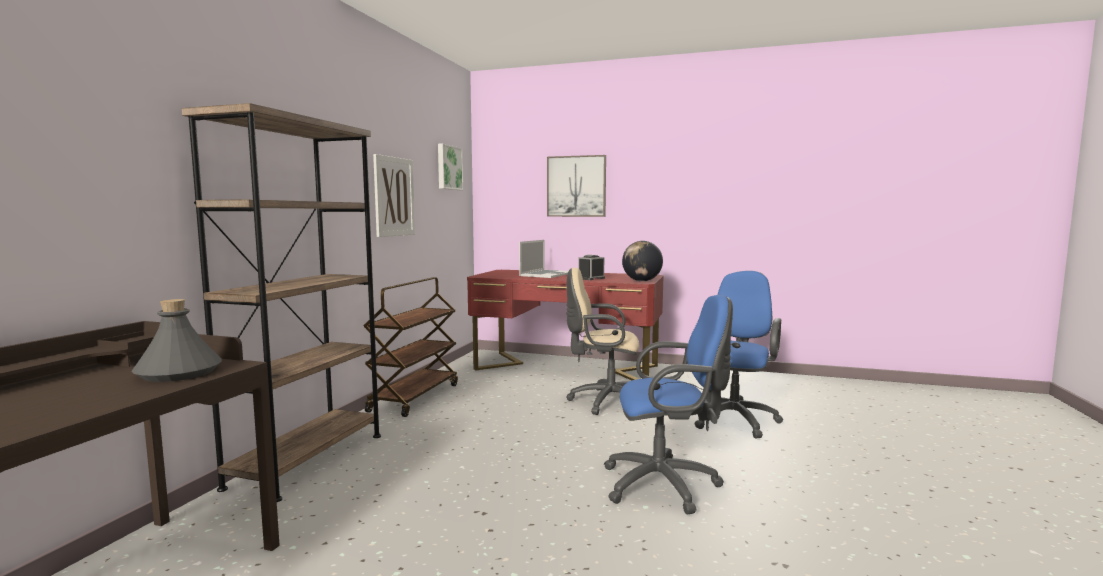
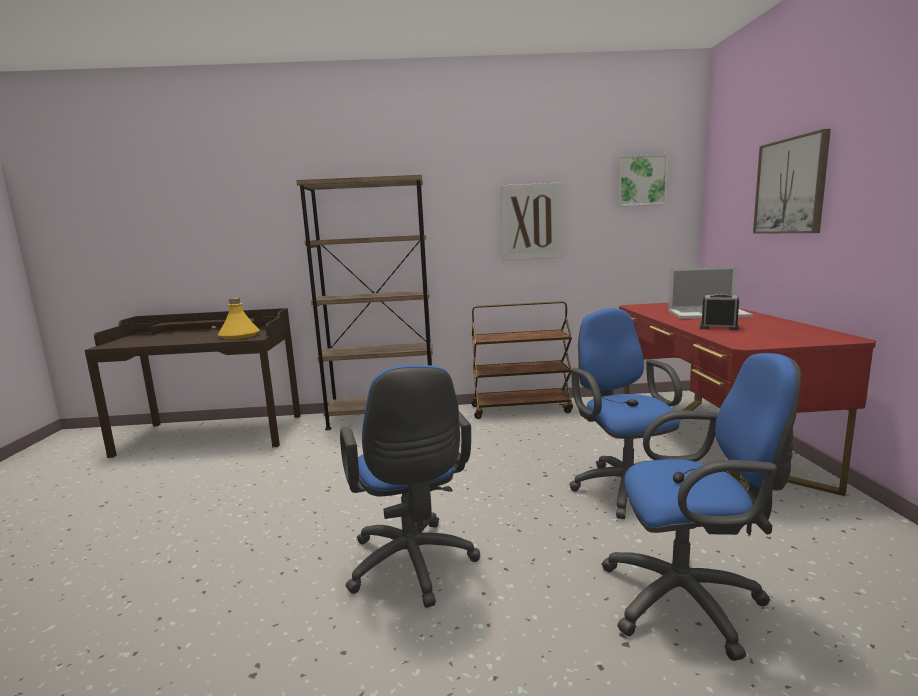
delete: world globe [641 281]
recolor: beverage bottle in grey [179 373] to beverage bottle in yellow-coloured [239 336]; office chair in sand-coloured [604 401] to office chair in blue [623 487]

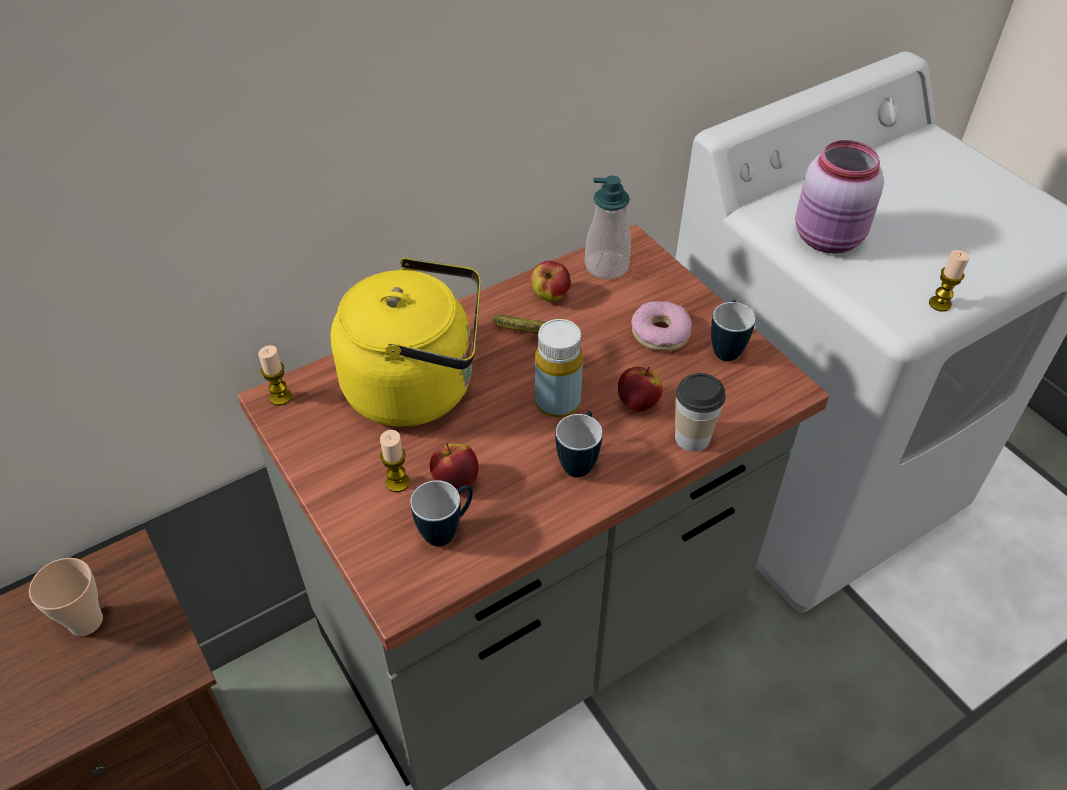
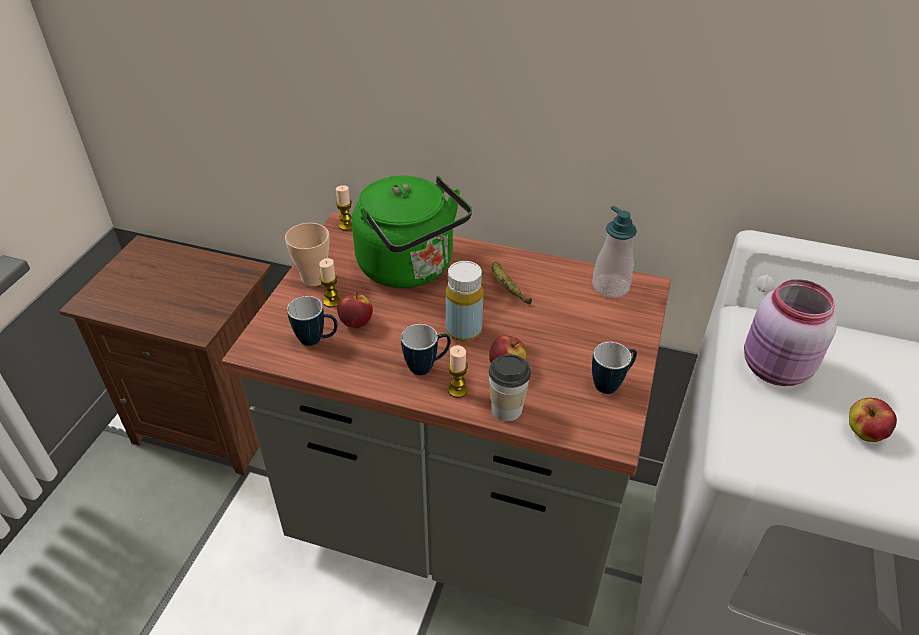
delete: doughnut [660 333]
move: drinking cup [86 621] to [313 278]; whole apple [550 296] to [864 433]; wax light [940 304] to [457 390]
recolor: tea kettle in yellow-coloured [418 386] to tea kettle in green [410 268]

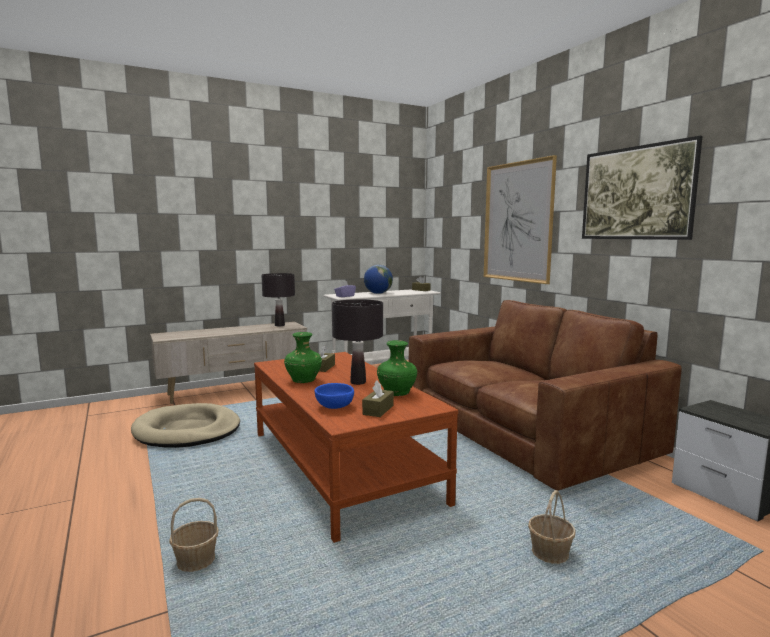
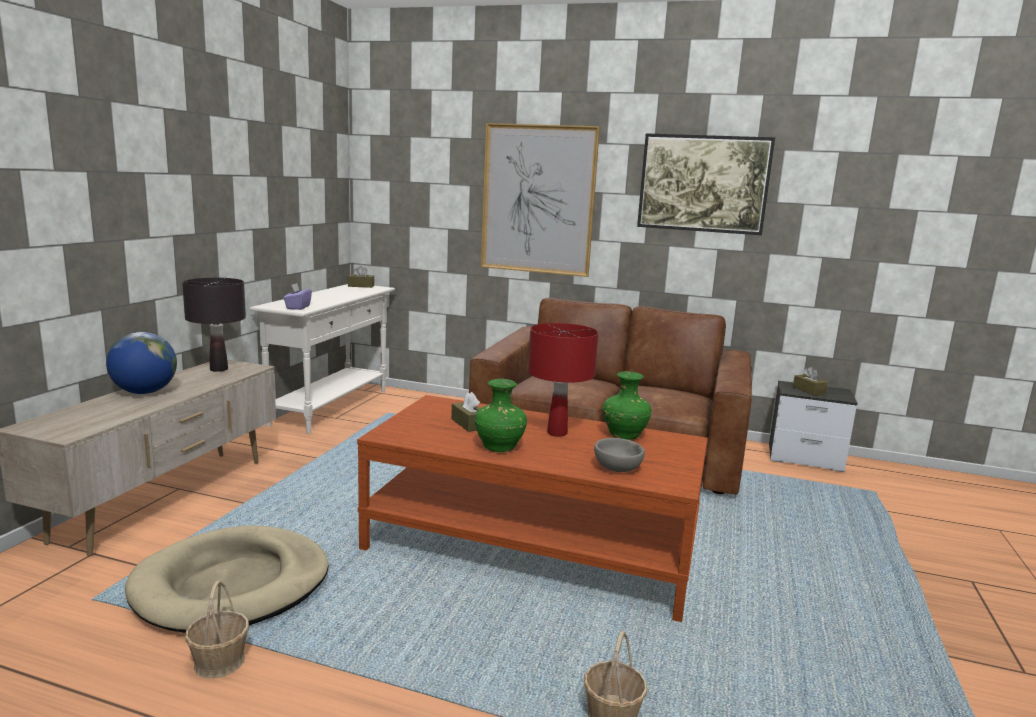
move: tissue holder in brown-coloured [378 410] to [808 390]; world globe [378 293] to [145 392]; household basket [549 553] to [219 661]
recolor: bowl in blue [334 406] to bowl in grey [616 468]; lamp for a table in black [358 382] to lamp for a table in red [557 433]

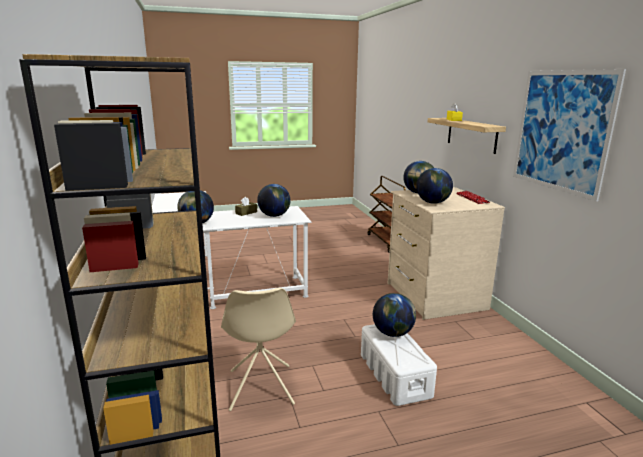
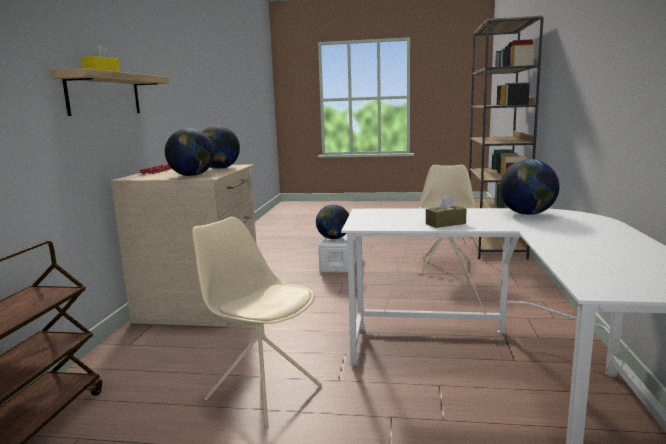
delete: world globe [274 215]; picture [561 131]
insert: plain chair in sand-coloured [262 392]

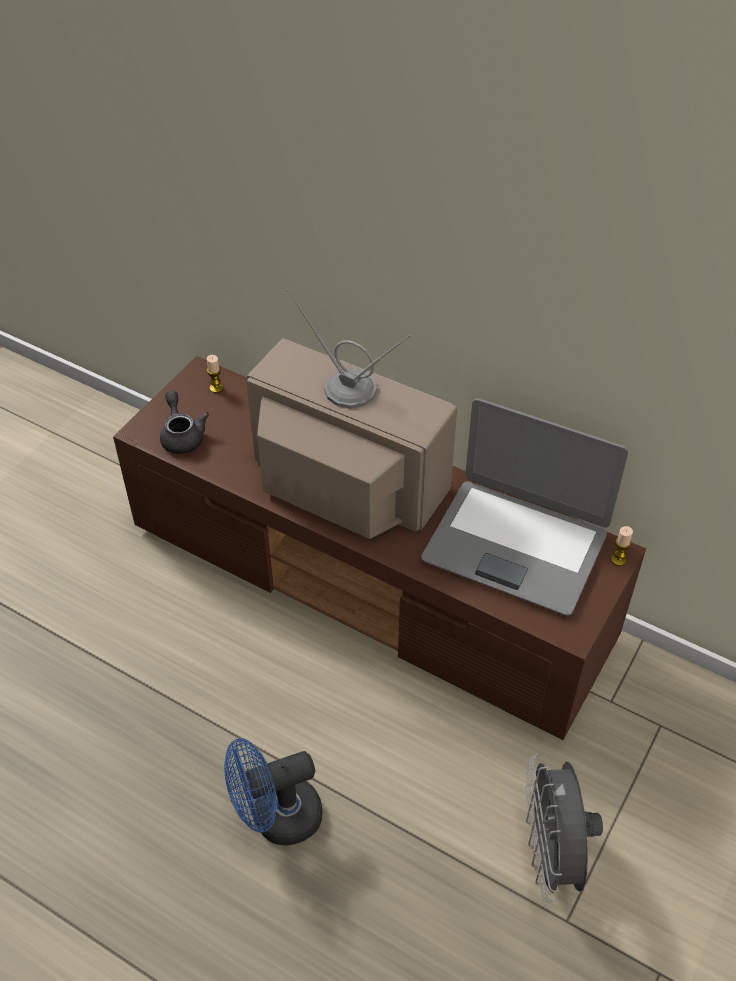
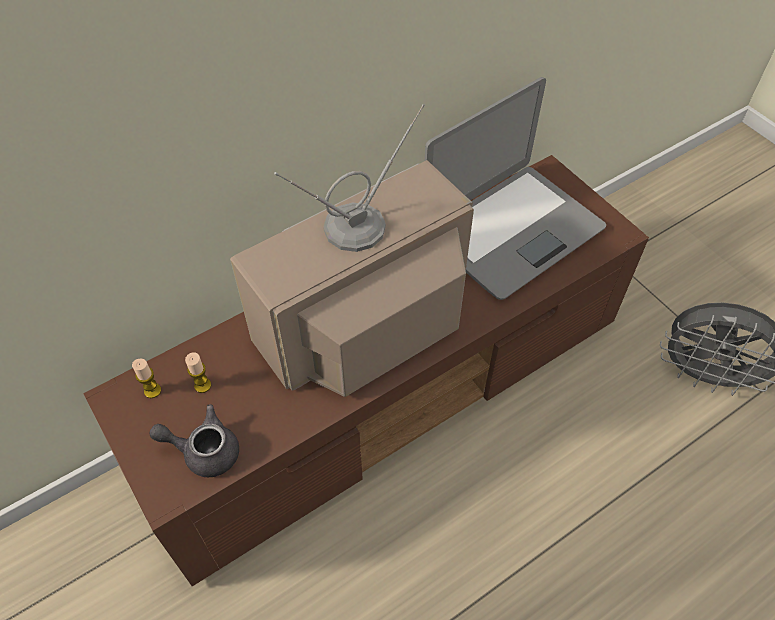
delete: electric fan in blue [276 818]
move: wax light [618 559] to [202 385]

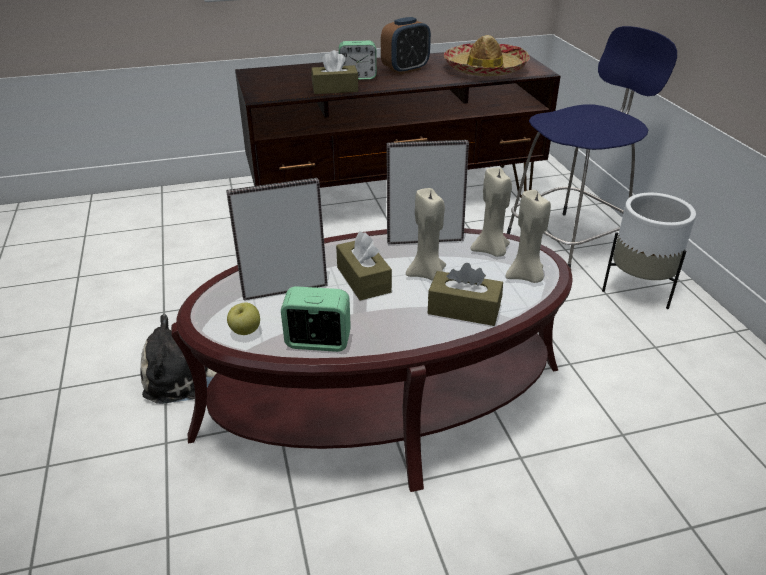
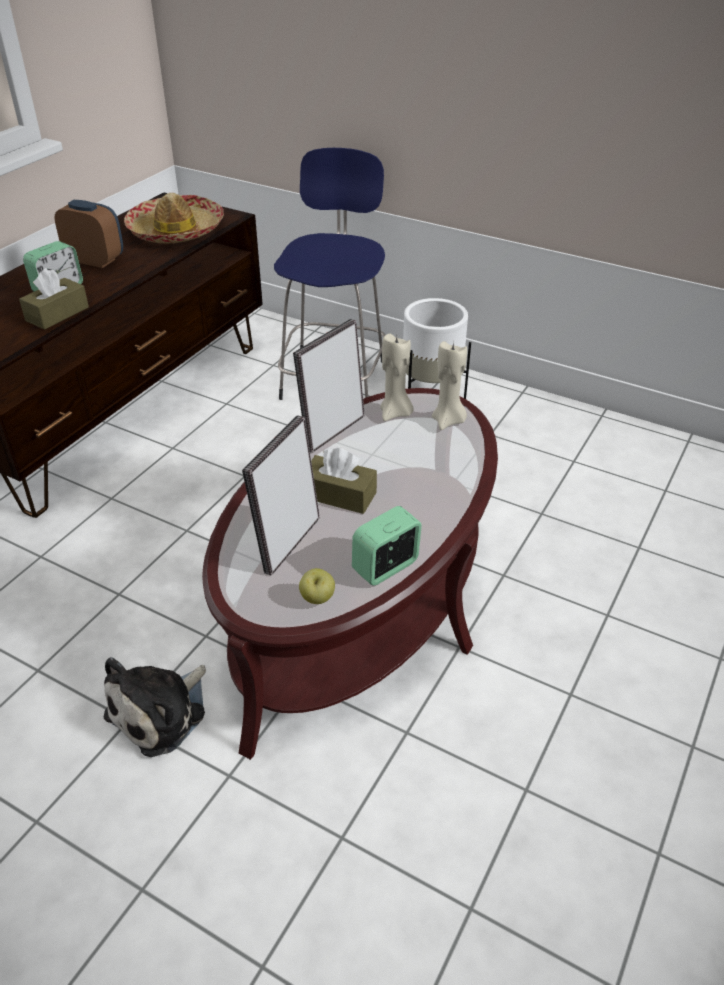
delete: wax light in sand-coloured [427 274]; tissue holder in brown-coloured [464 309]
rotate: table clock [405 69] = [95 261] 75 degrees counterclockwise

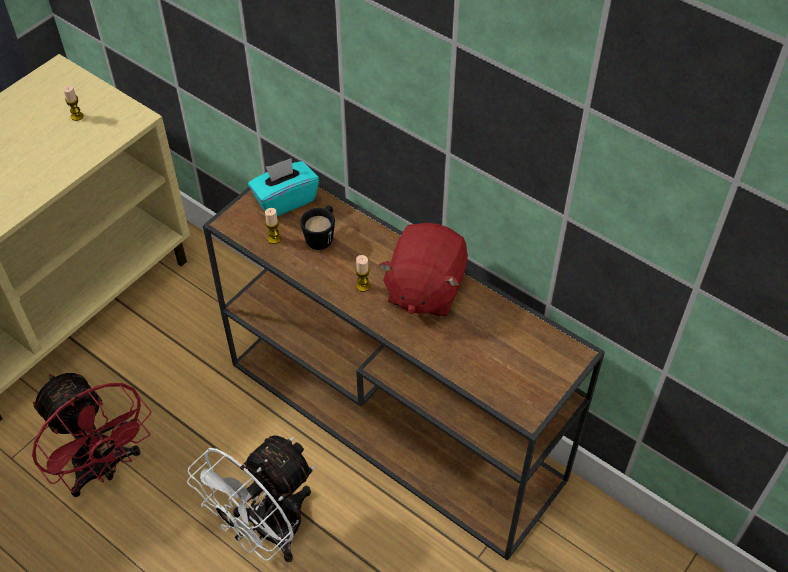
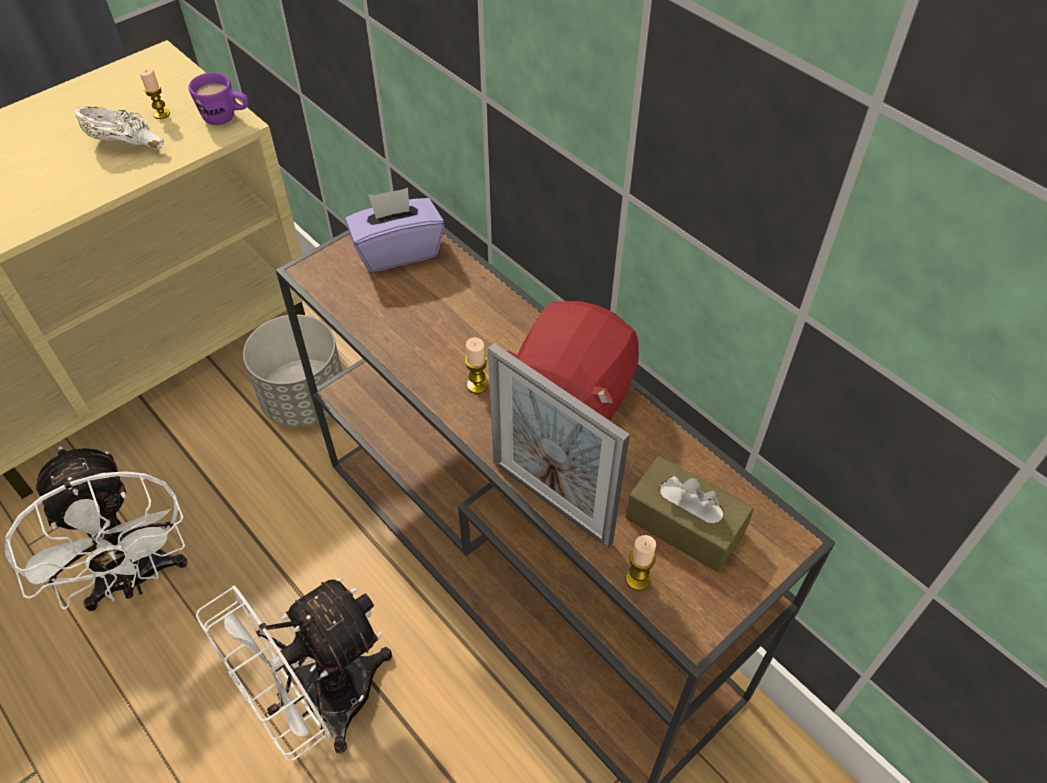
delete: coffee mug in black [322 237]
insert: bowl in whitish [129 141]; coffee mug in purplish [226 118]; planter in grey [305 400]; photo frame [551 501]; tissue holder in brown-coloured [684 525]
move: wax light [274 238] to [637 579]
recolor: electric fan in red [104 469] to electric fan in whitish [136 579]; tissue holder in blue-green [285 200] to tissue holder in purplish [398 250]

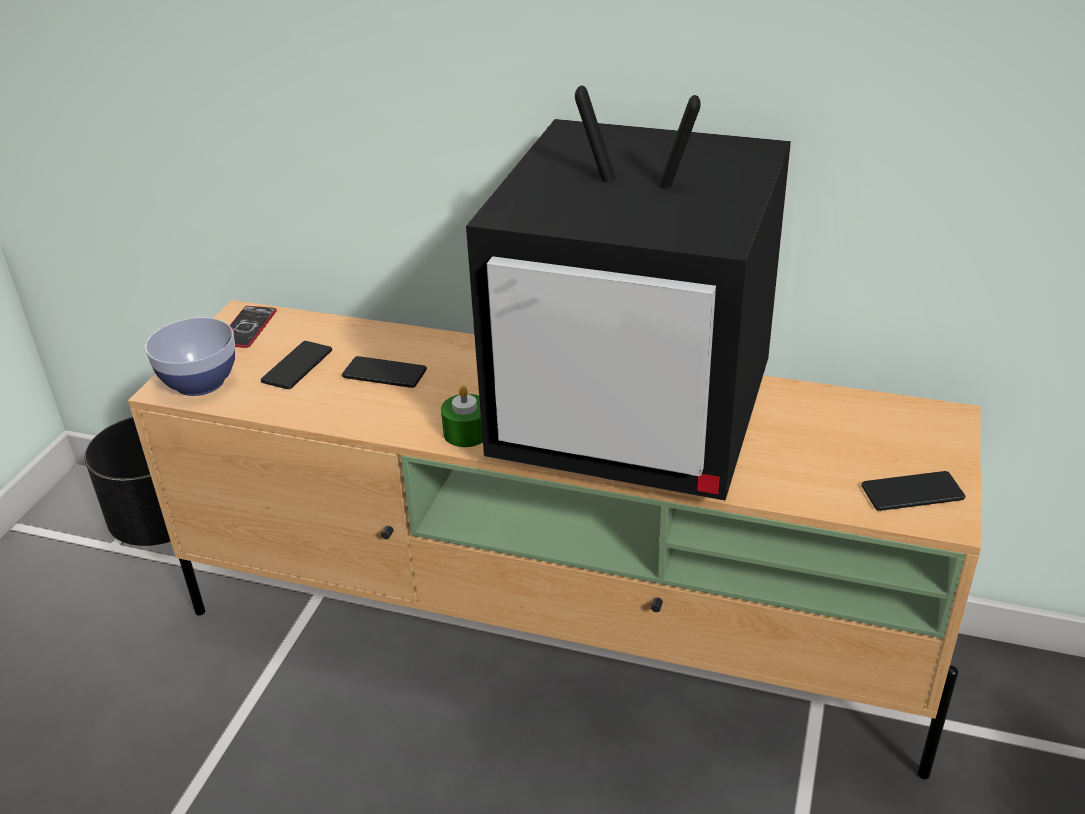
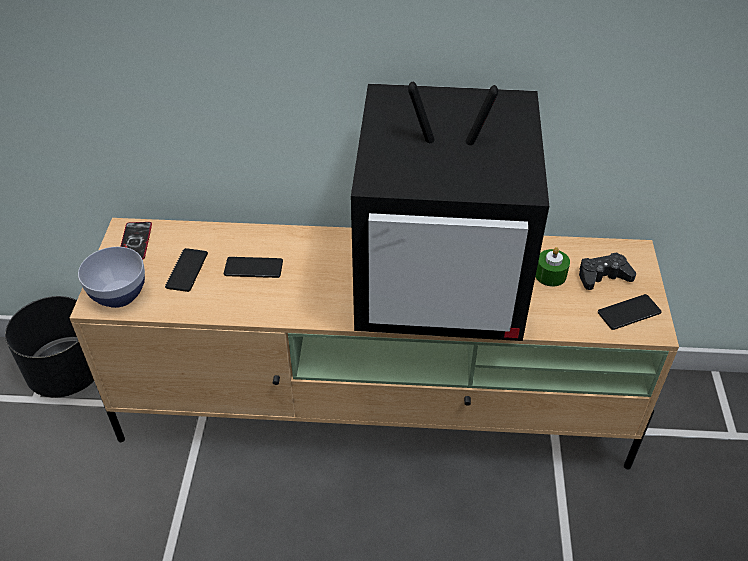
insert: gamepad in black [603 276]
move: wax light in green [467 432] to [550 275]

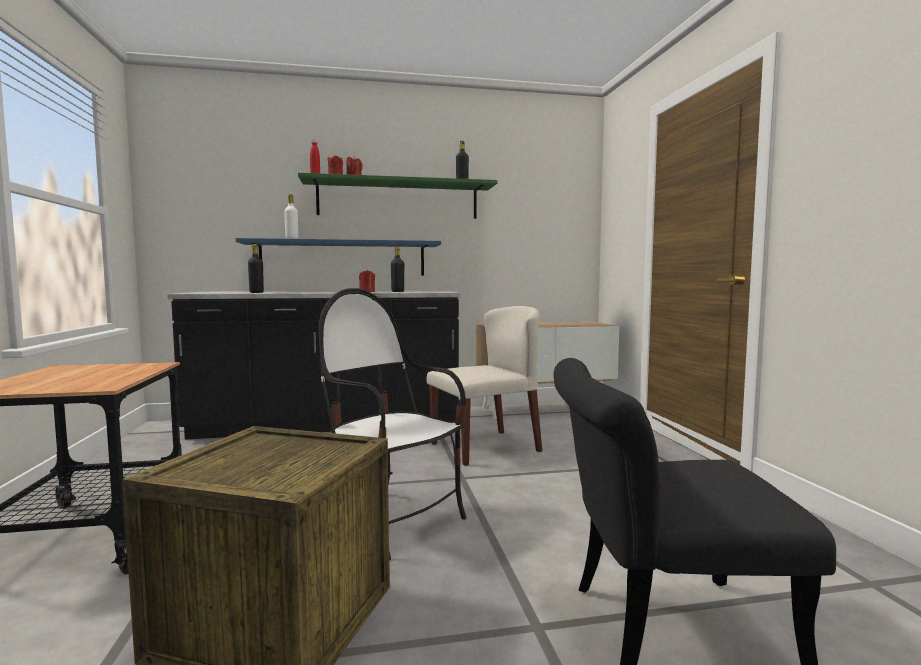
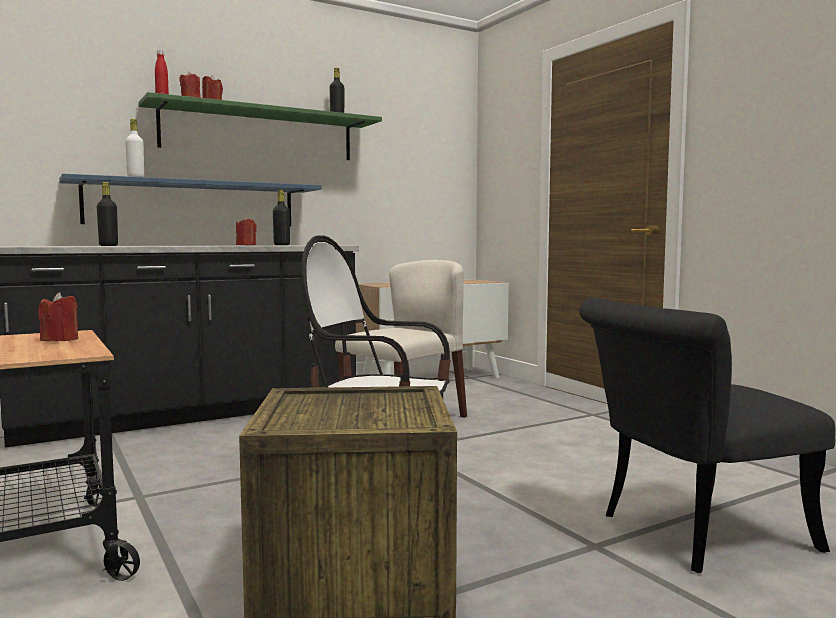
insert: wax light in red [60 340]

